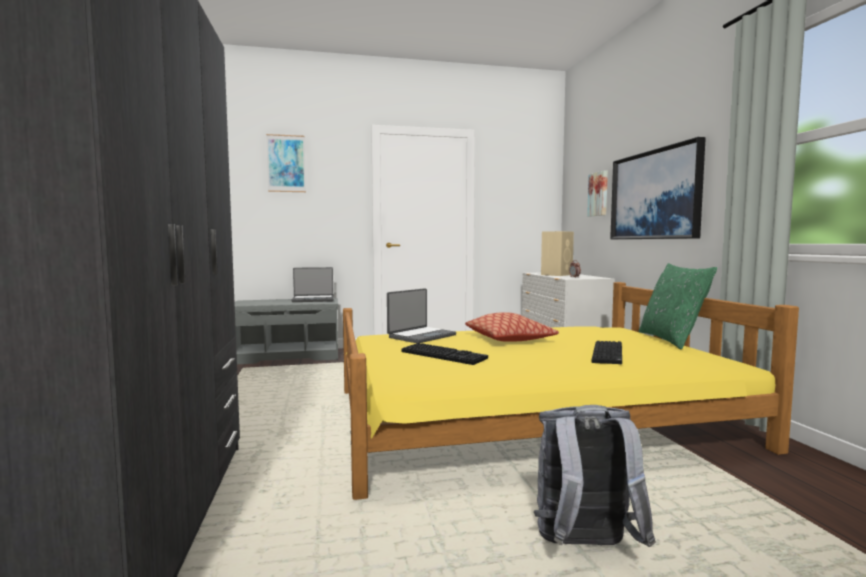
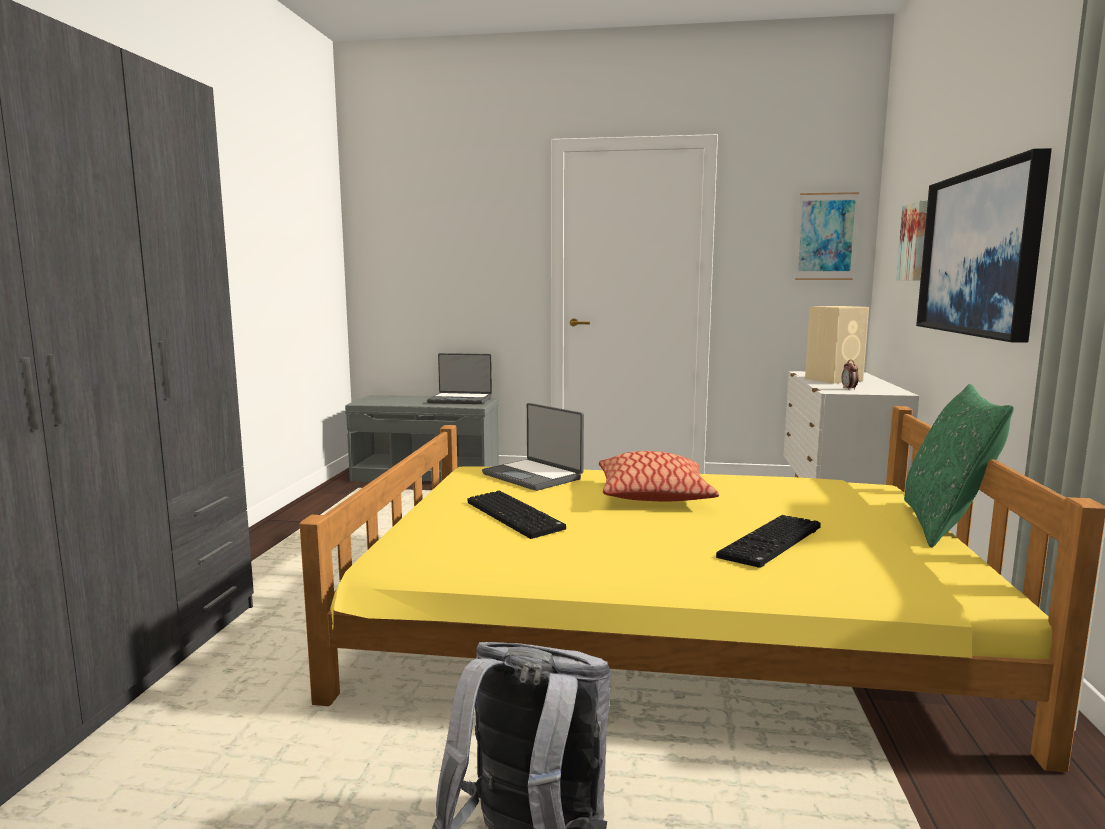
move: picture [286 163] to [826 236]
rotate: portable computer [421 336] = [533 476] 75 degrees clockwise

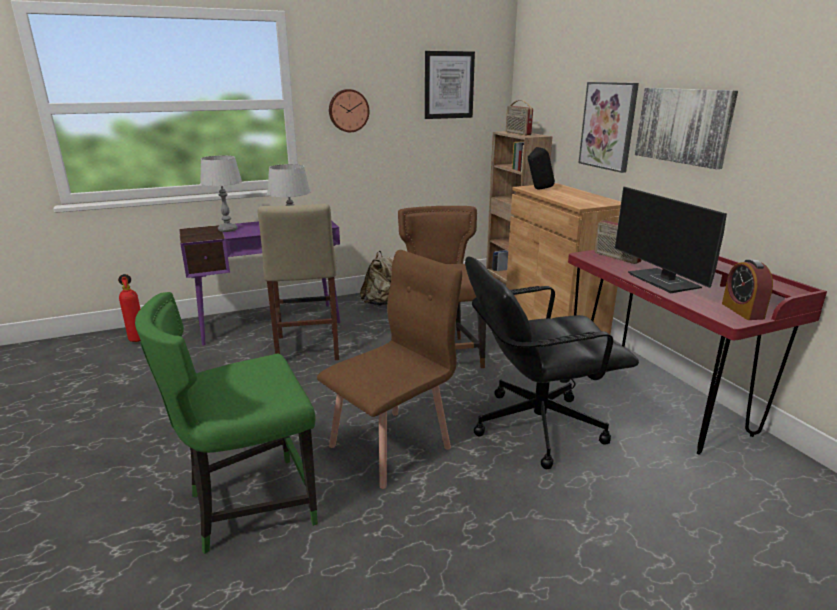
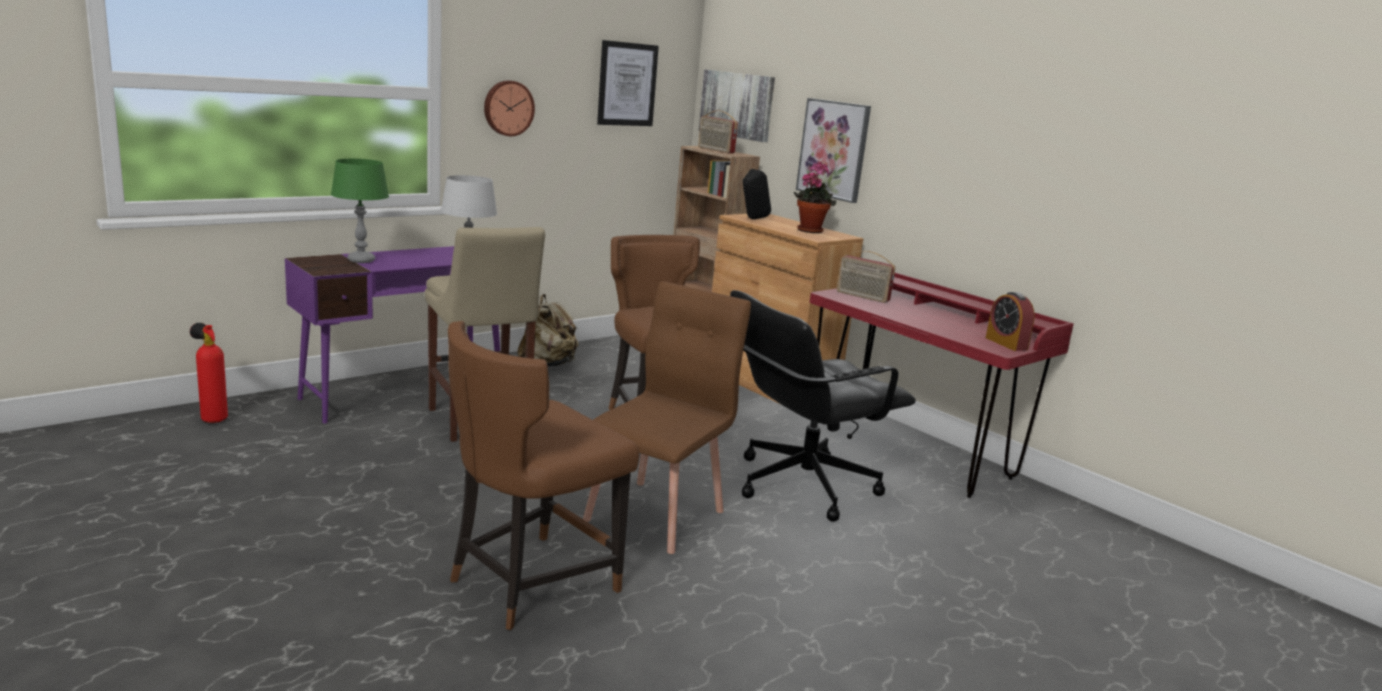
delete: computer display [664 281]
insert: plant in a pot [810 230]
move: picture [683 126] to [737 105]
recolor: plain chair in green [249 505] to plain chair in brown-coloured [529 583]; lamp for a table in grey [227 230] to lamp for a table in green [361 260]

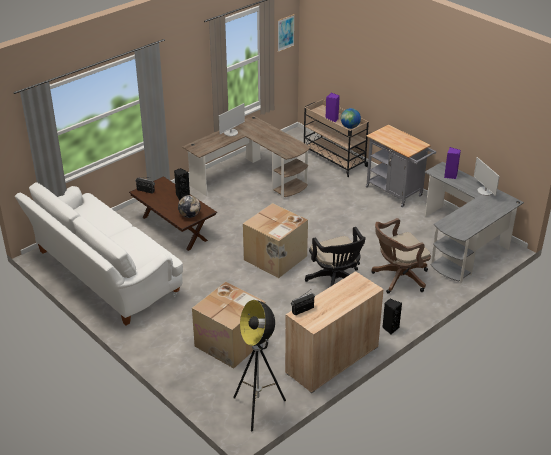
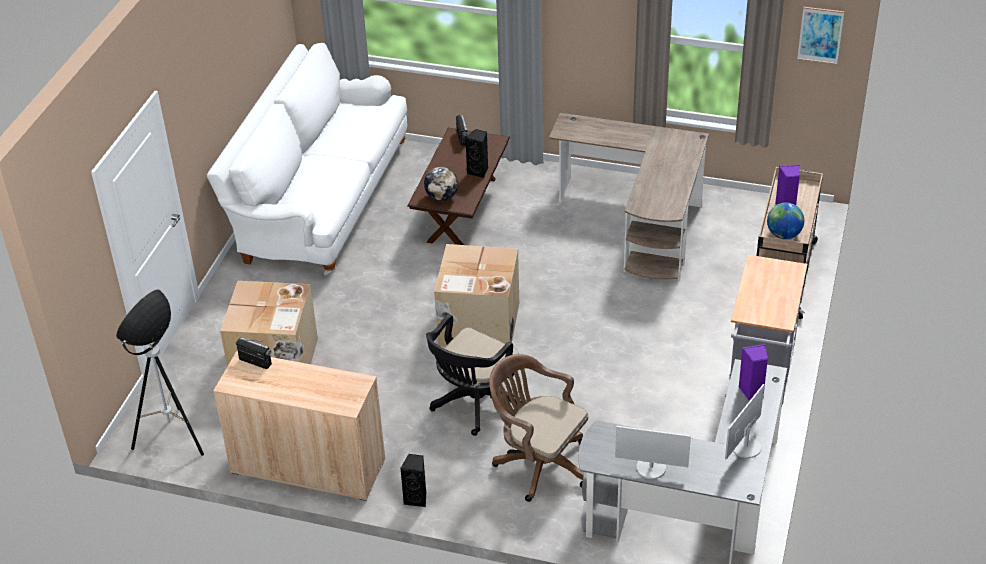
move: computer display [231 132] to [651 468]

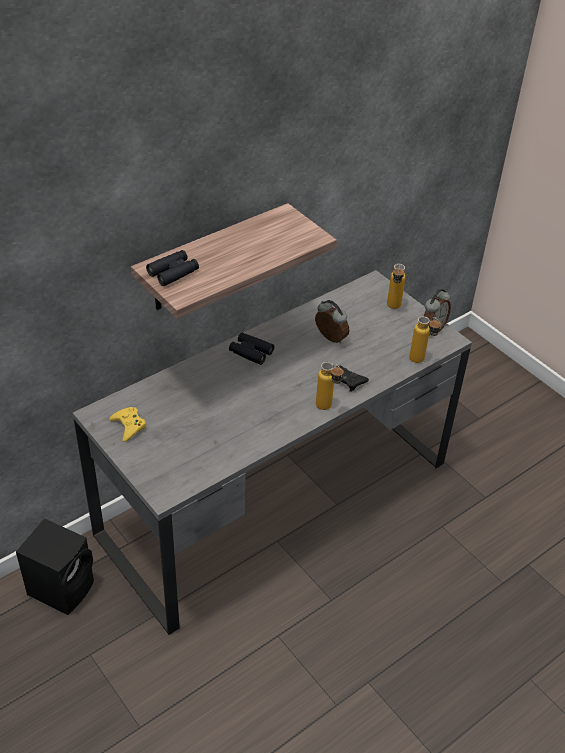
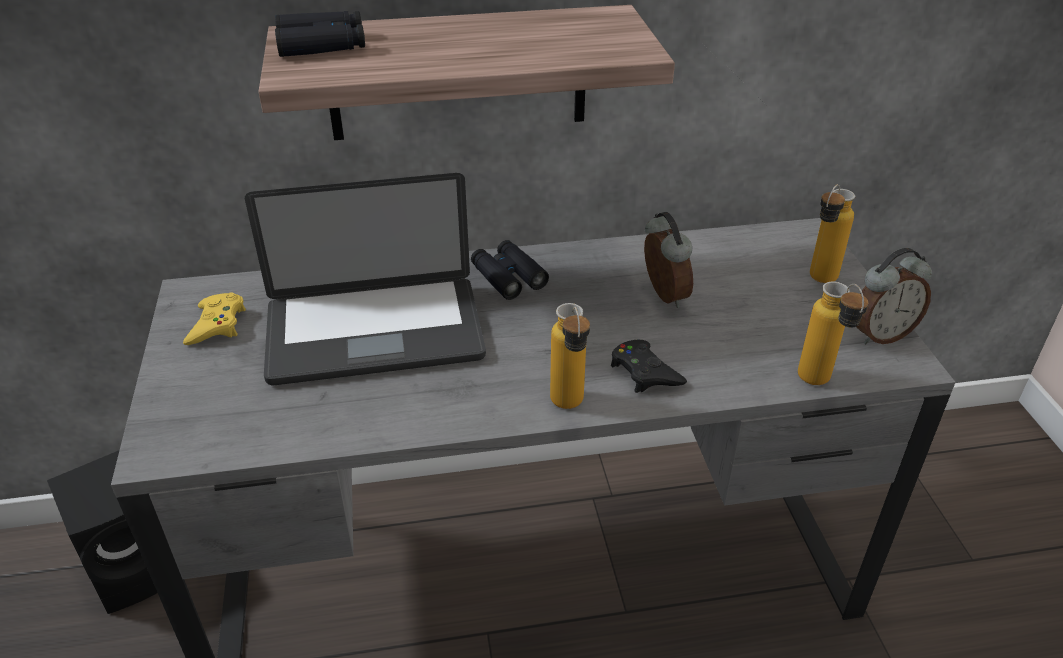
insert: portable computer [374 333]

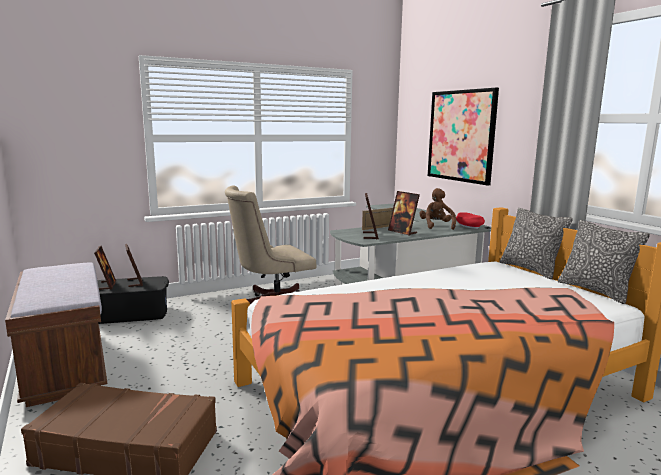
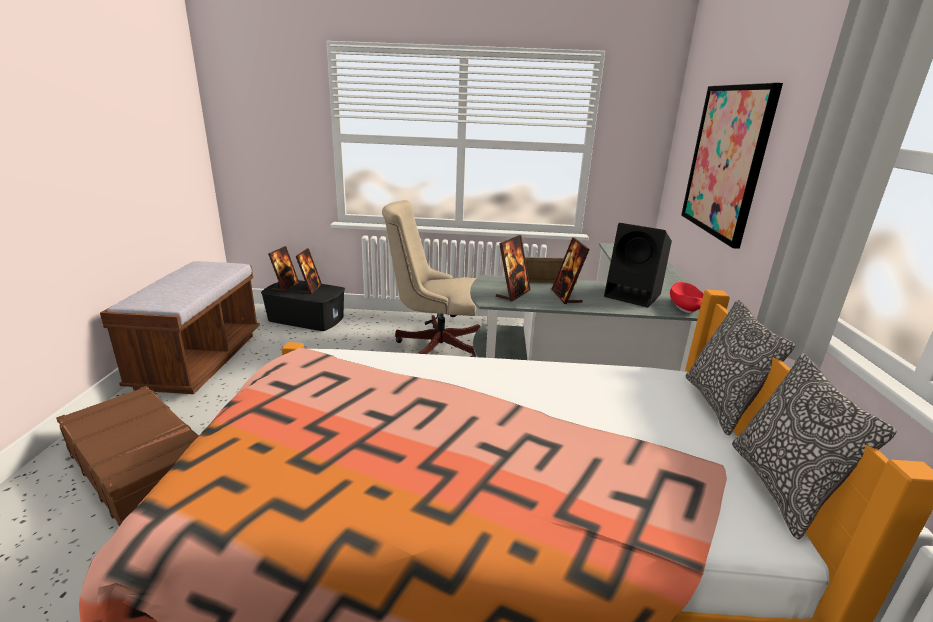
replace: cuddly toy in brown-coloured [436 226] to loudspeaker in black [634 296]

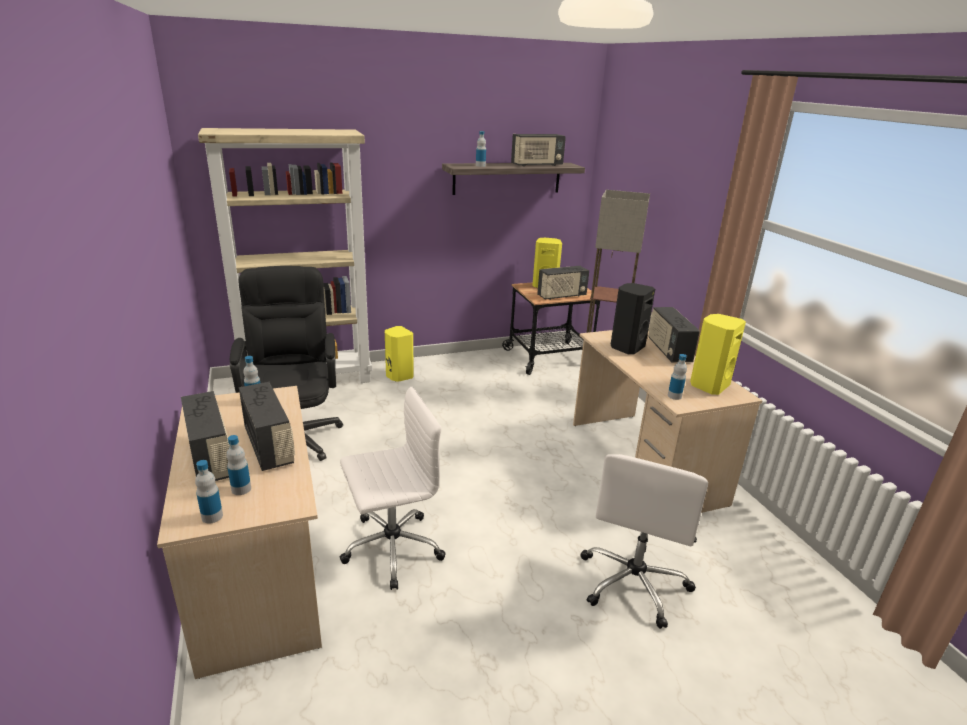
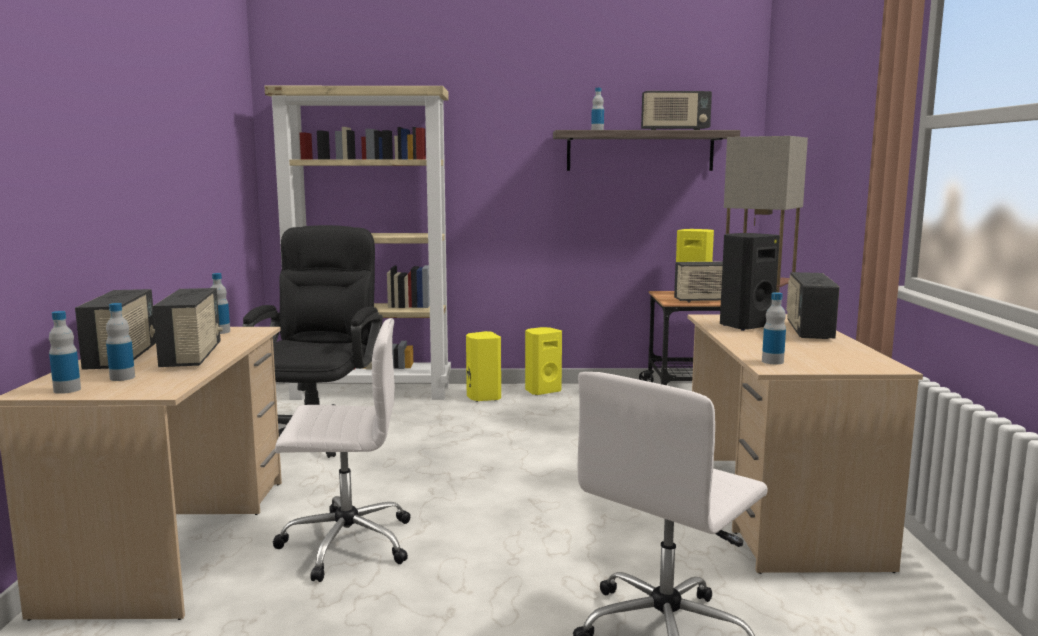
move: loudspeaker in yellow-coloured [708 385] to [542 391]

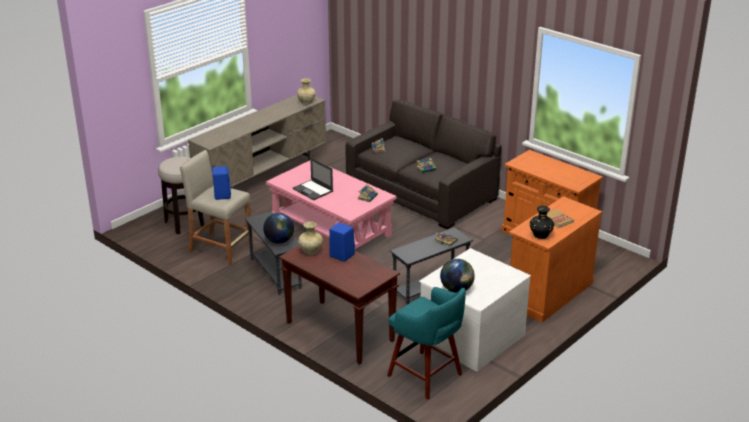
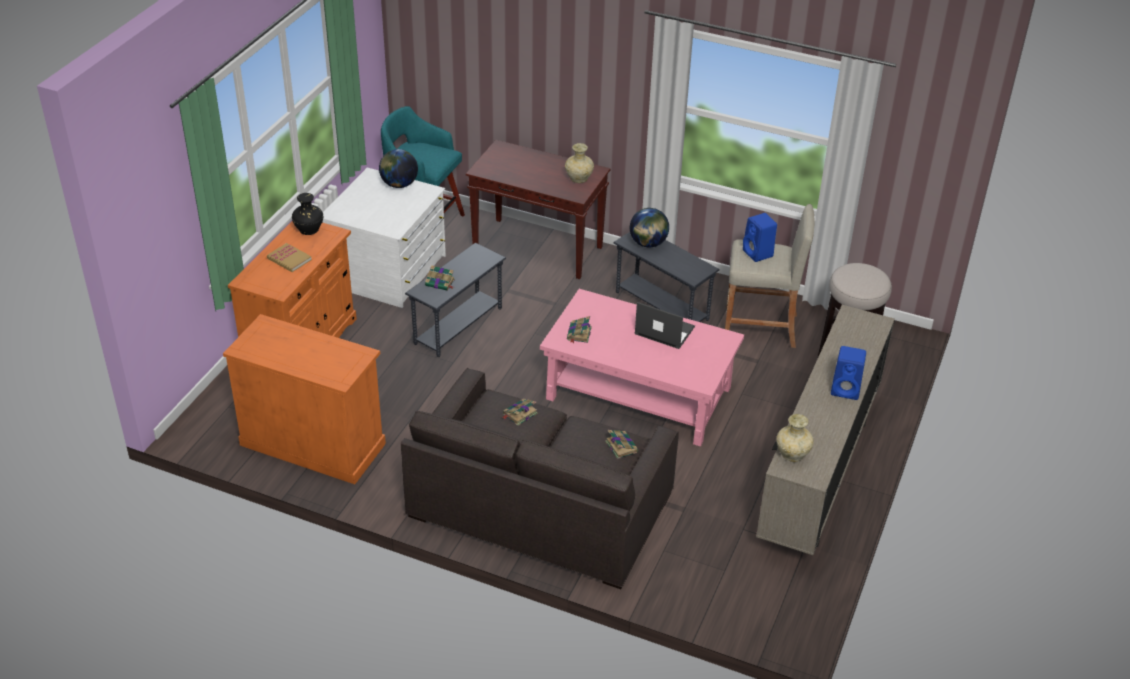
move: loudspeaker in blue [341 255] to [846 390]

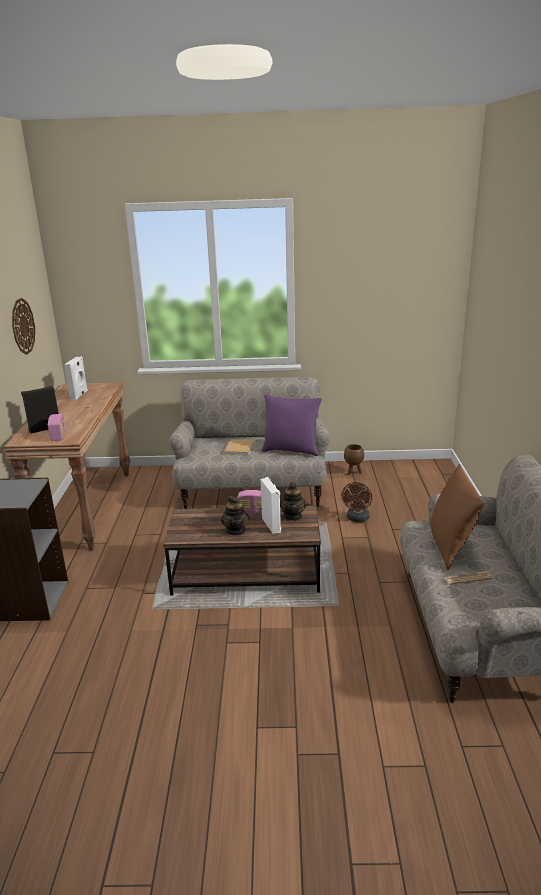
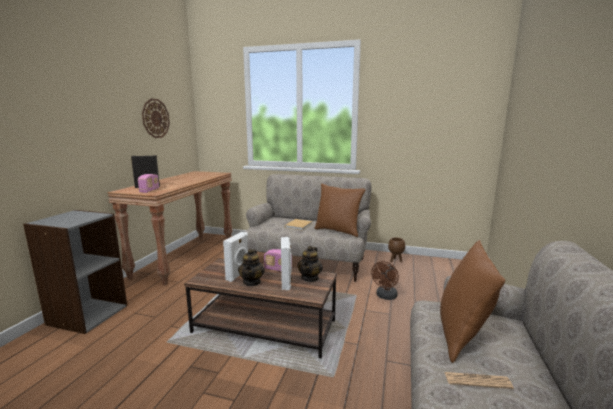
move: loudspeaker in whitish [79 395] to [238 275]
recolor: pillow in purplish [291 450] to pillow in brown-coloured [338 231]

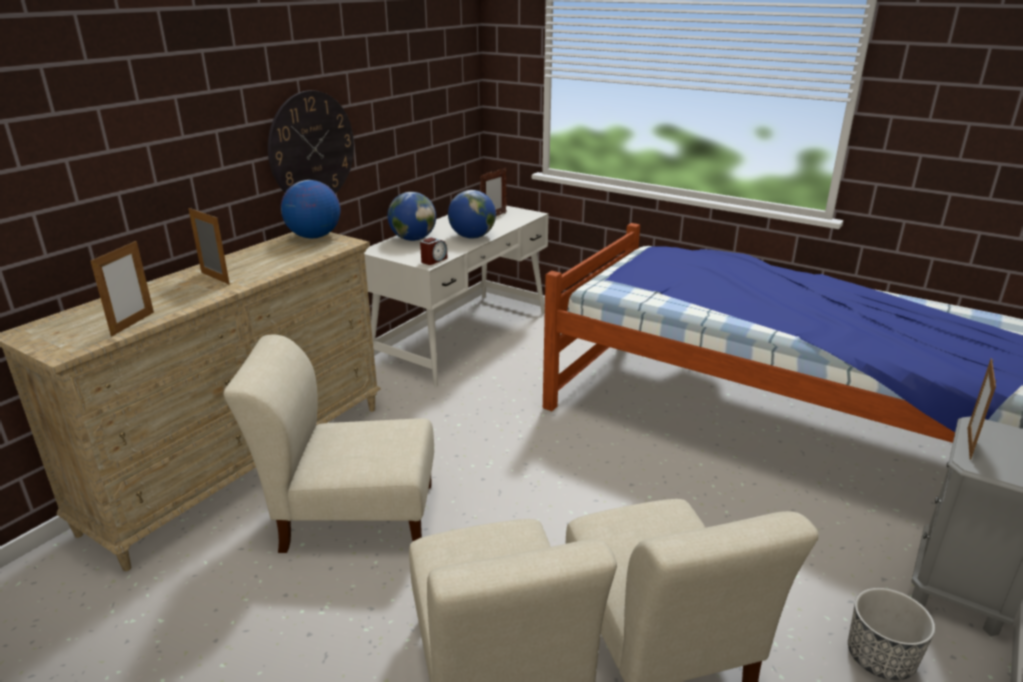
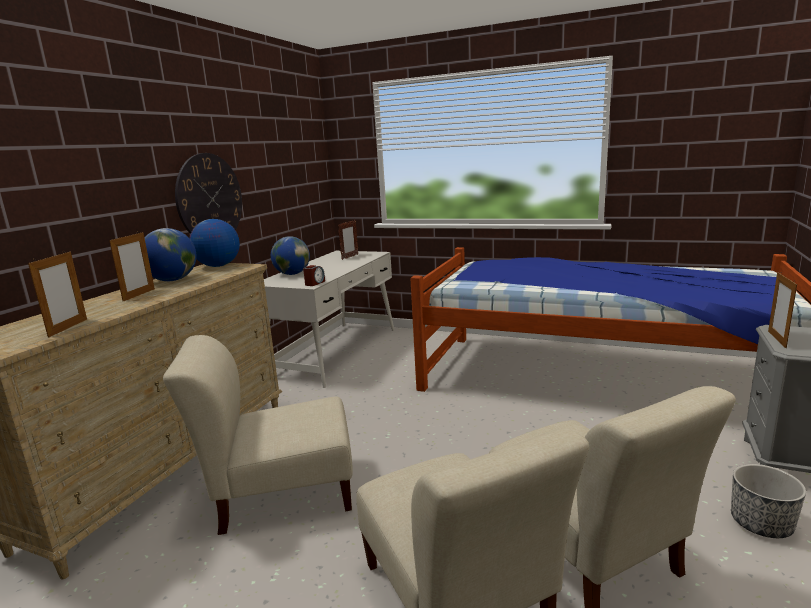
move: world globe [472 237] to [172 280]
rotate: photo frame [215 278] = [139 295] 75 degrees clockwise

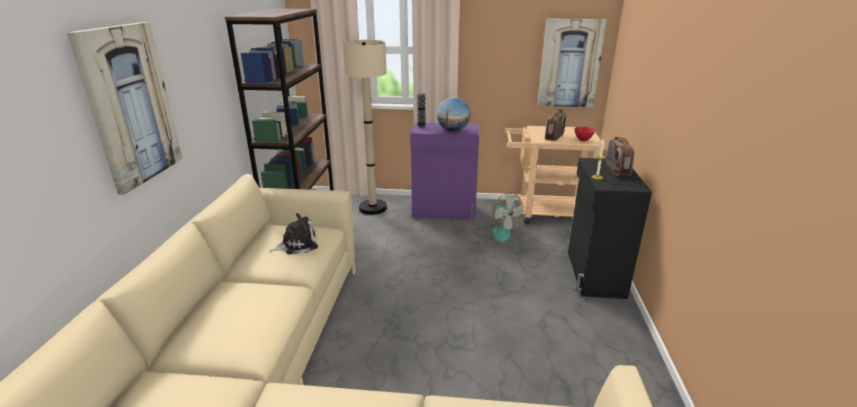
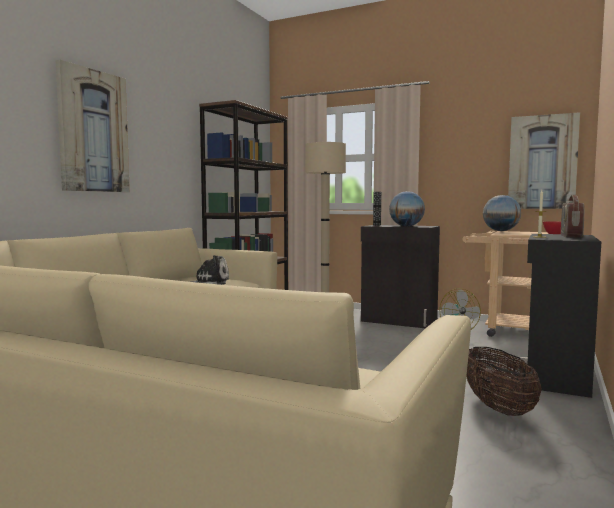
delete: radio receiver [554 137]
insert: household basket [498 408]; world globe [501 231]
recolor: storage cabinet in purplish [444 211] to storage cabinet in black [399 321]

